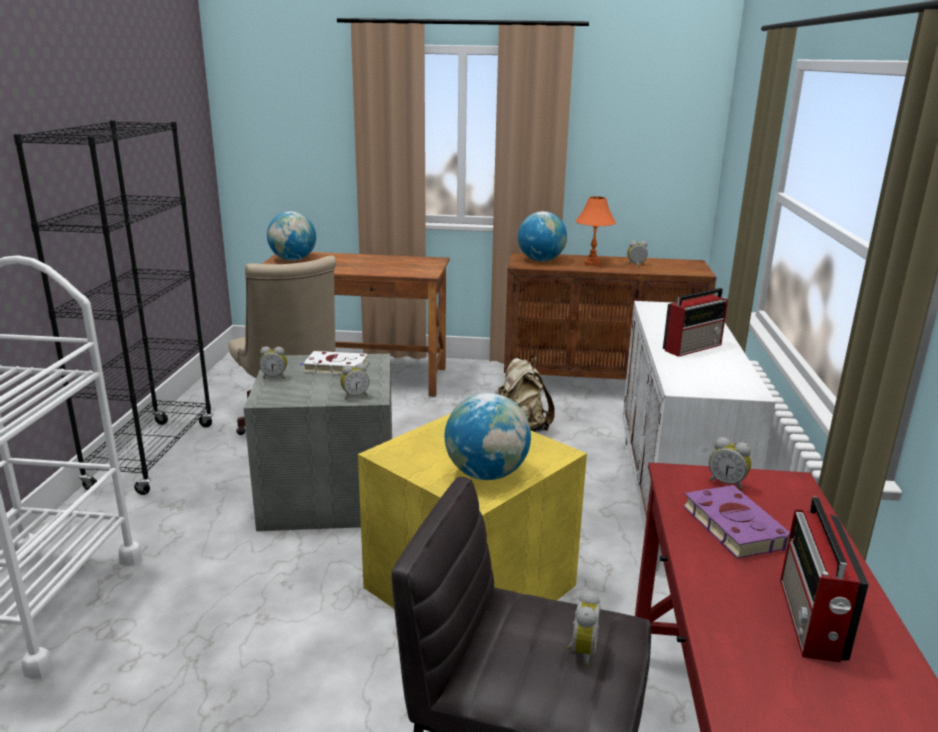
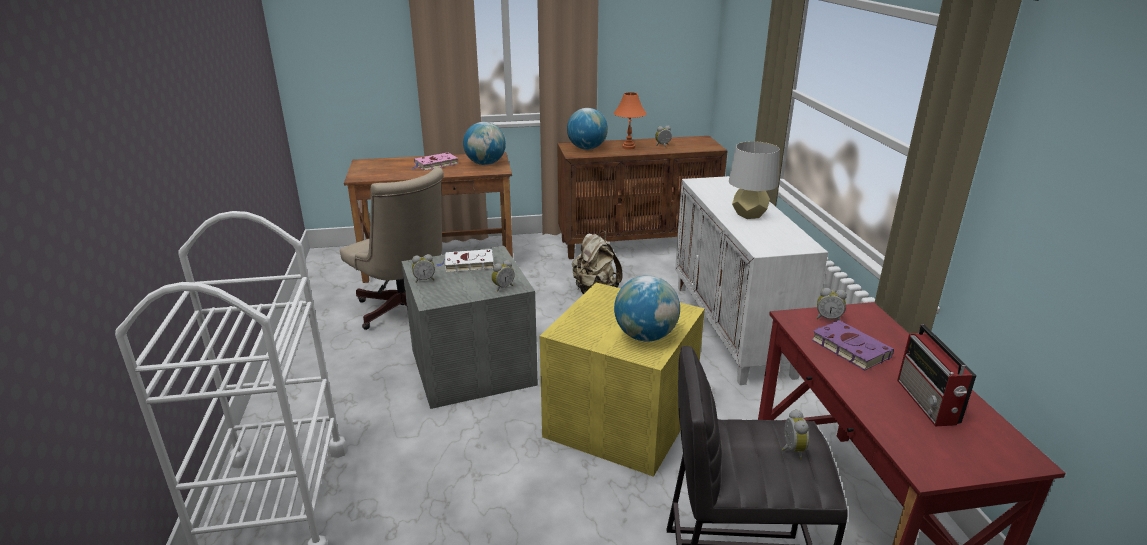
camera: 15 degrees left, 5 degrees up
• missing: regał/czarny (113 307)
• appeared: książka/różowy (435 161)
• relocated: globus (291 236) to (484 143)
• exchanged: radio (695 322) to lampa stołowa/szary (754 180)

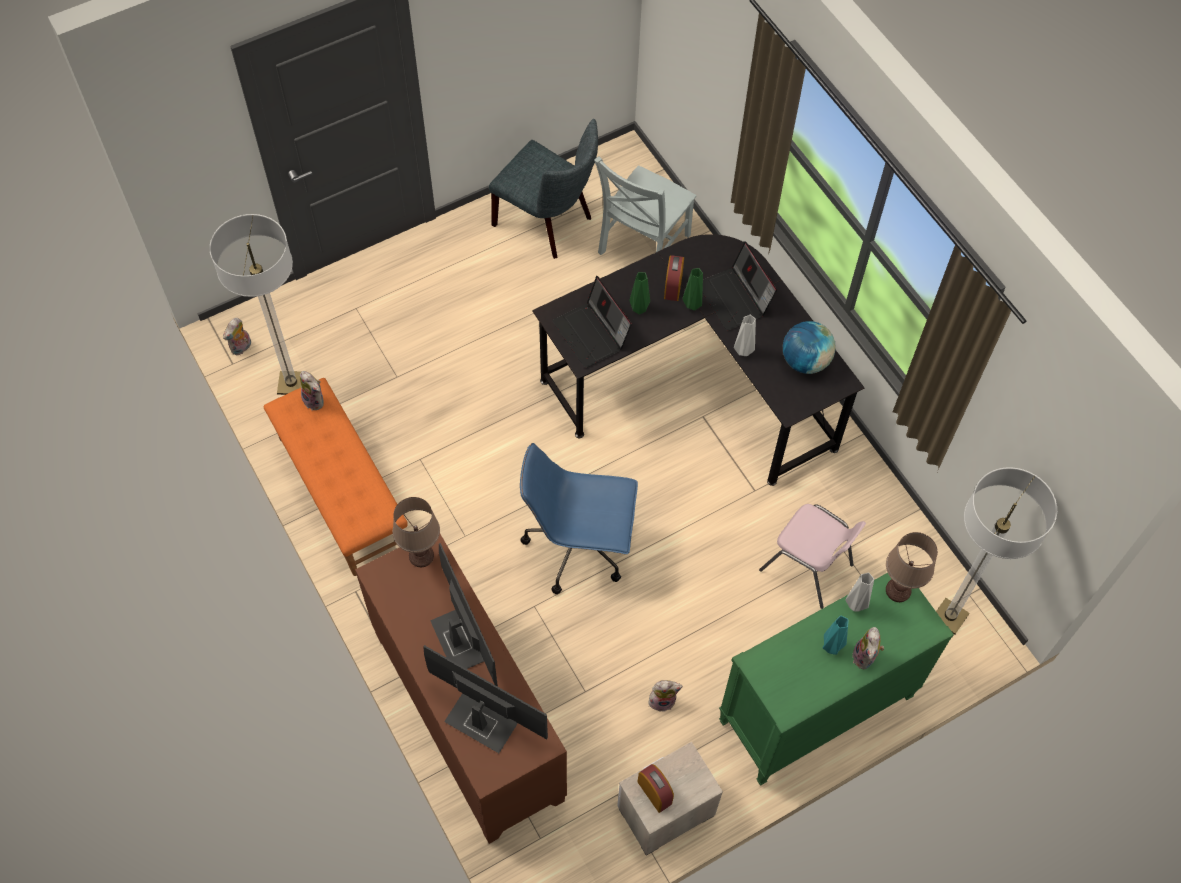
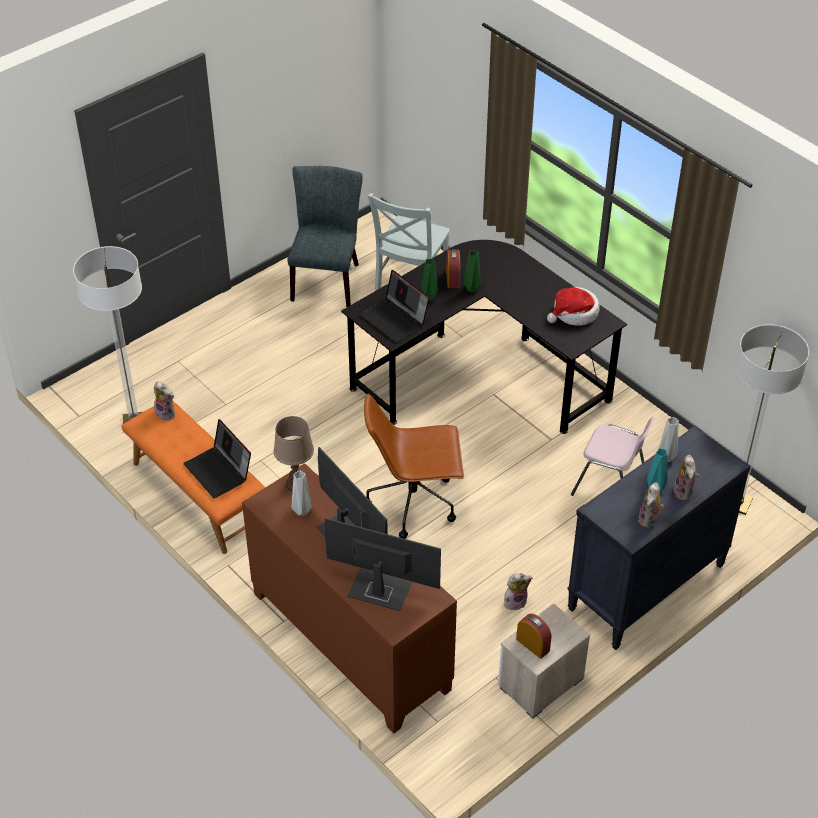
camera: 10 degrees left, 15 degrees down
• missing: lampa stołowa/brązowy (912 567)
• relocated: pluszak (237 336) to (651 505)
• relocated: laptop (740 286) to (217 458)
• relocated: wazon/szary (745 335) to (302 493)
• exchanged: globus (809 347) to kapelusz (573 306)
• colour: krzesło biurowe/niebieski (579 518) to krzesło biurowe/brązowy (414 466)
• colour: komoda/zielony (836 679) to komoda/czarny (659 537)
• spun: krzesło/szary (543 189) = (325 236) 105 degrees counterclockwise

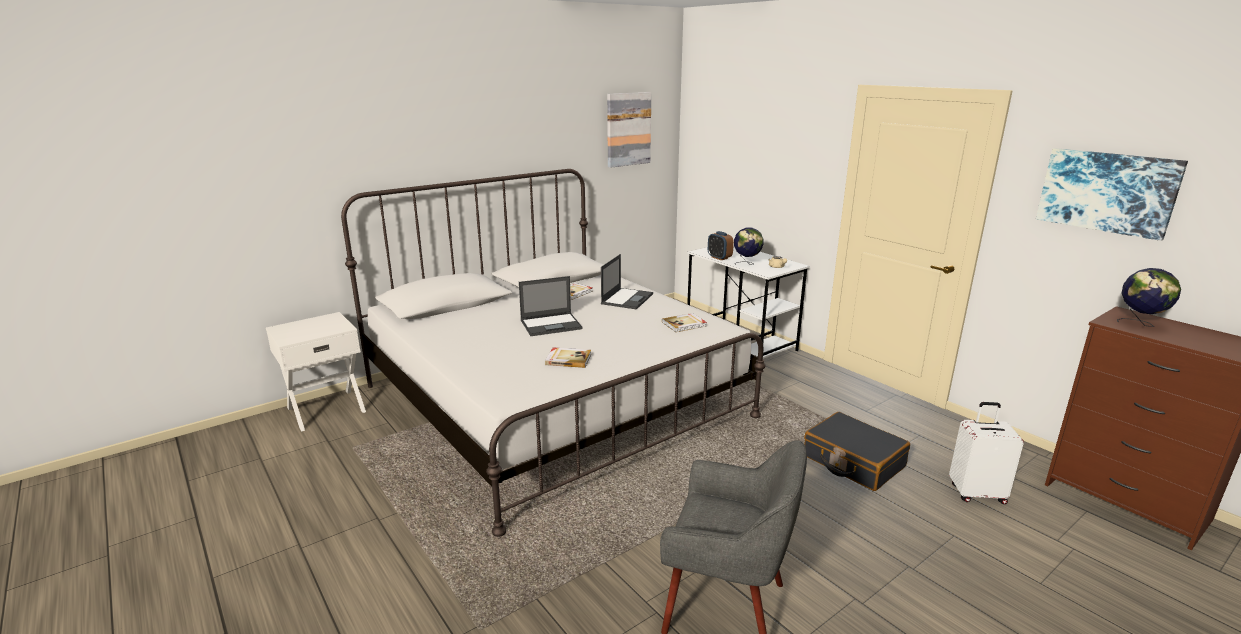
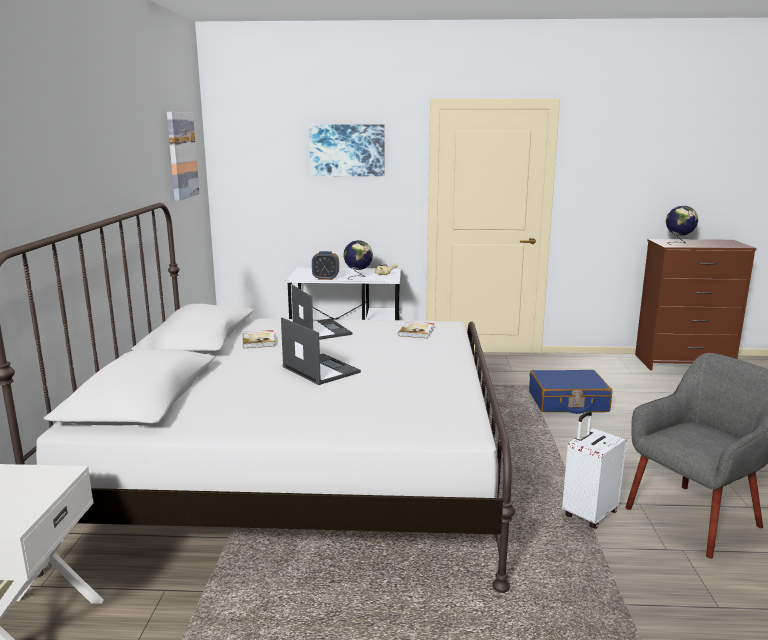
camera: 50 degrees left, 5 degrees down
• missing: książka (568 357)
• relocated: walizka/biały (986 453) to (594 470)
• relocated: obraz (1112 194) to (347 150)
• colour: walizka/czarny (857 451) to walizka/niebieski (570 392)
• spun: laptop (550 306) = (321 351) 60 degrees counterclockwise

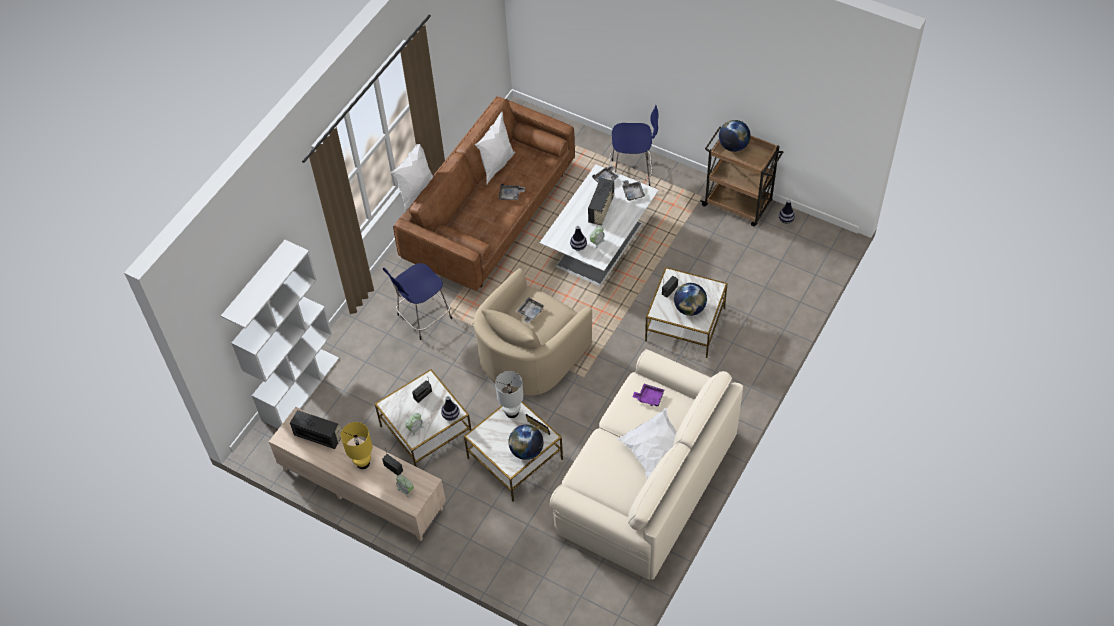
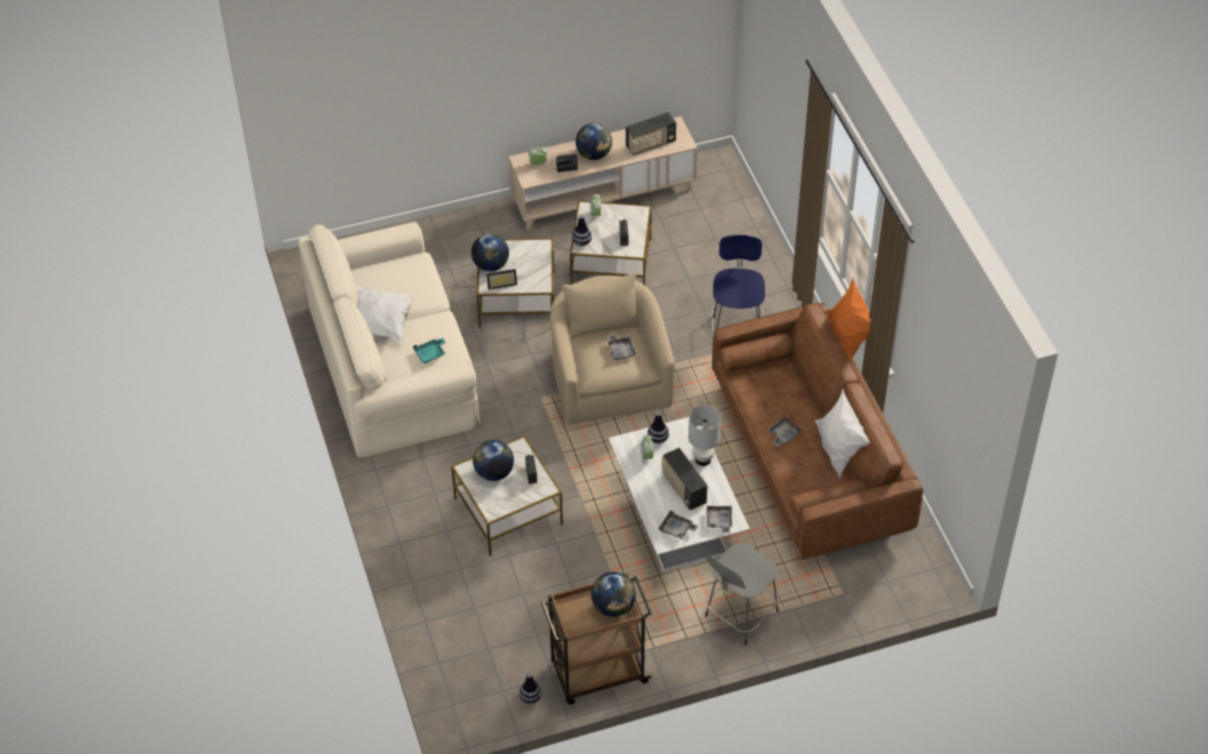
camera: 130 degrees right, 5 degrees down
• missing: regał/biały (280 334)
• relocated: lampa stołowa/biały (509 394) to (704 435)
• exchanged: lampa stołowa/żółty (356 445) to globus (594 141)
• colour: poduszka/biały (412 179) to poduszka/pomarańczowy (850 320)
• colour: stołek/niebieski (634 145) to stołek/szary (741 594)
• colour: taca/fioletowy (649 395) to taca/turkusowy (429 351)

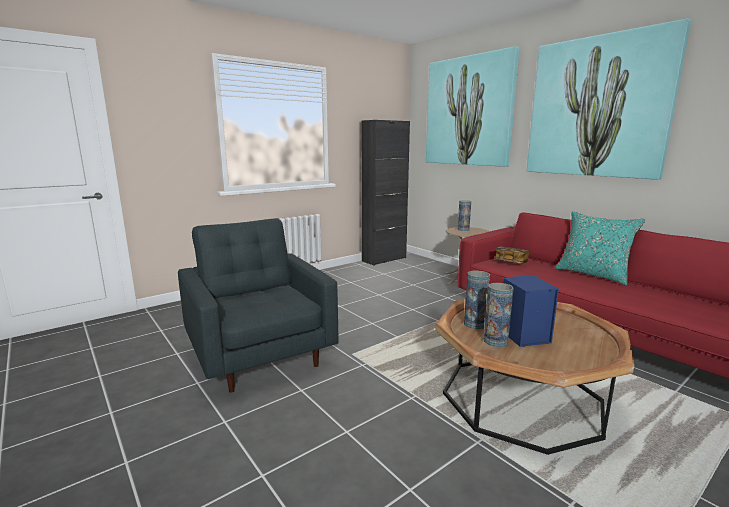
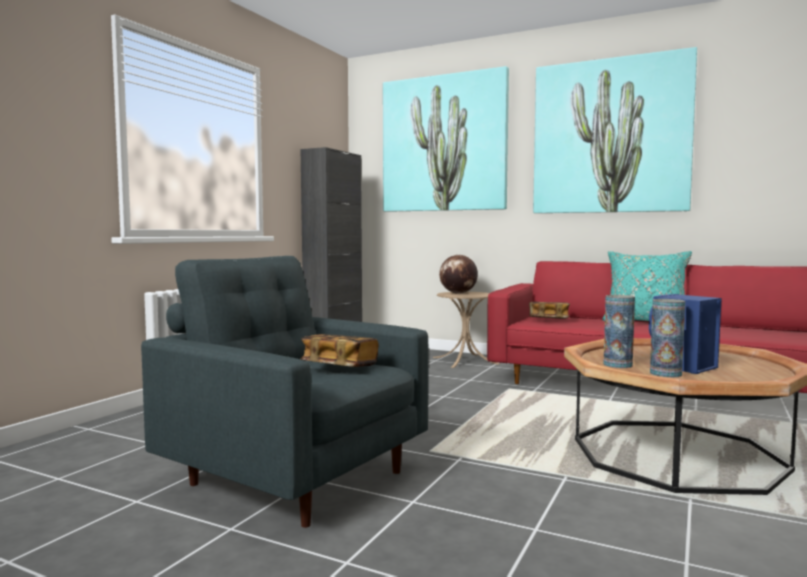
camera: 25 degrees left, 10 degrees down
• appeared: książka (339 350)
• exchanged: wazon (464 215) to globus (458 274)

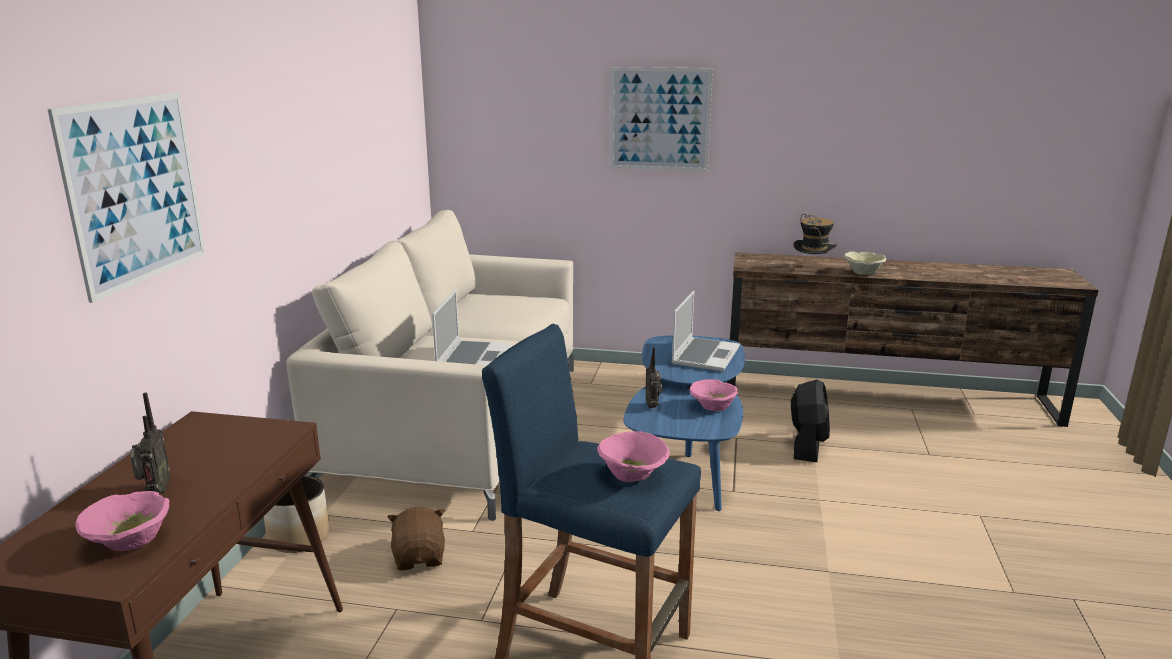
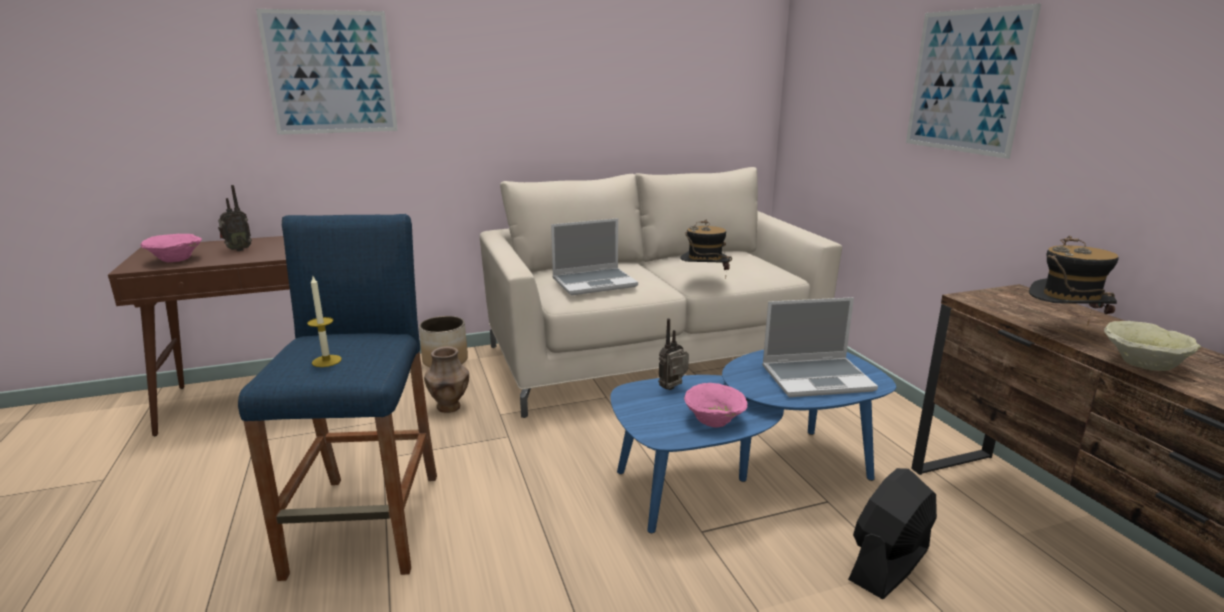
camera: 60 degrees right, 0 degrees up
• appeared: kapelusz (706 249)
• exchanged: pluszak/brązowy (416 538) to wazon/brązowy (446 379)
• exchanged: miska/różowy (633 456) to świeca (324 321)
• spun: wentylator/czarny (810 420) = (892 533) 150 degrees clockwise

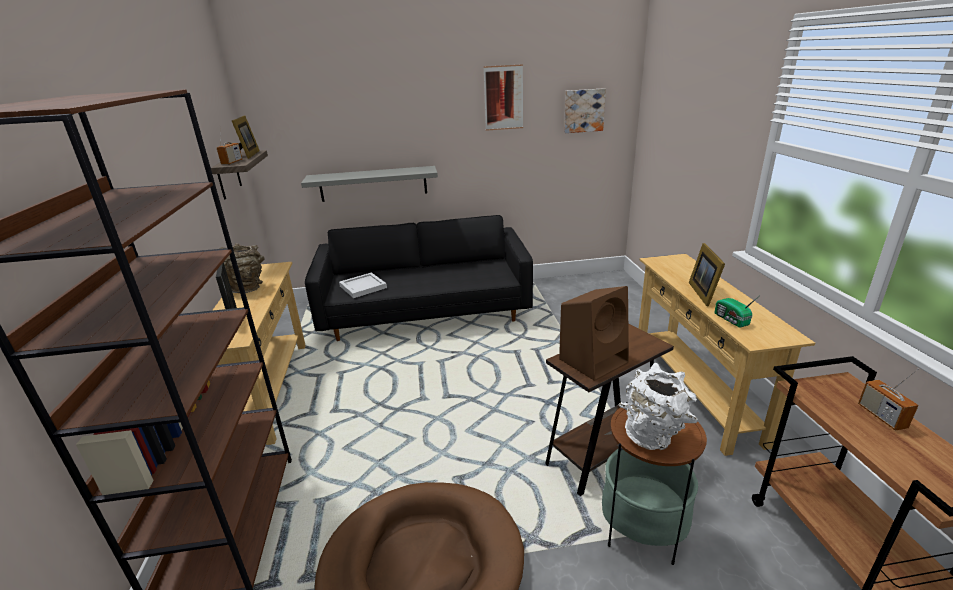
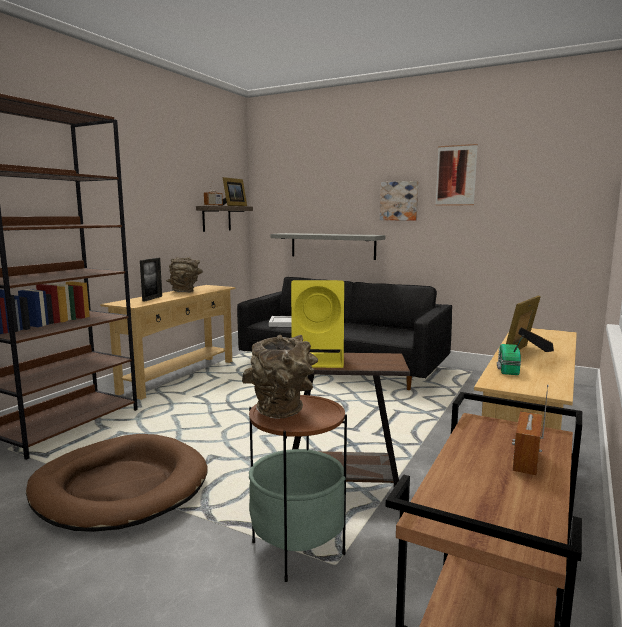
camera: 35 degrees right, 15 degrees down
• relocated: obraz (585 110) to (399 201)
• colour: głośnik/brązowy (594 333) to głośnik/żółty (317 324)
• colour: wazon/biały (658 406) to wazon/brązowy (280 377)

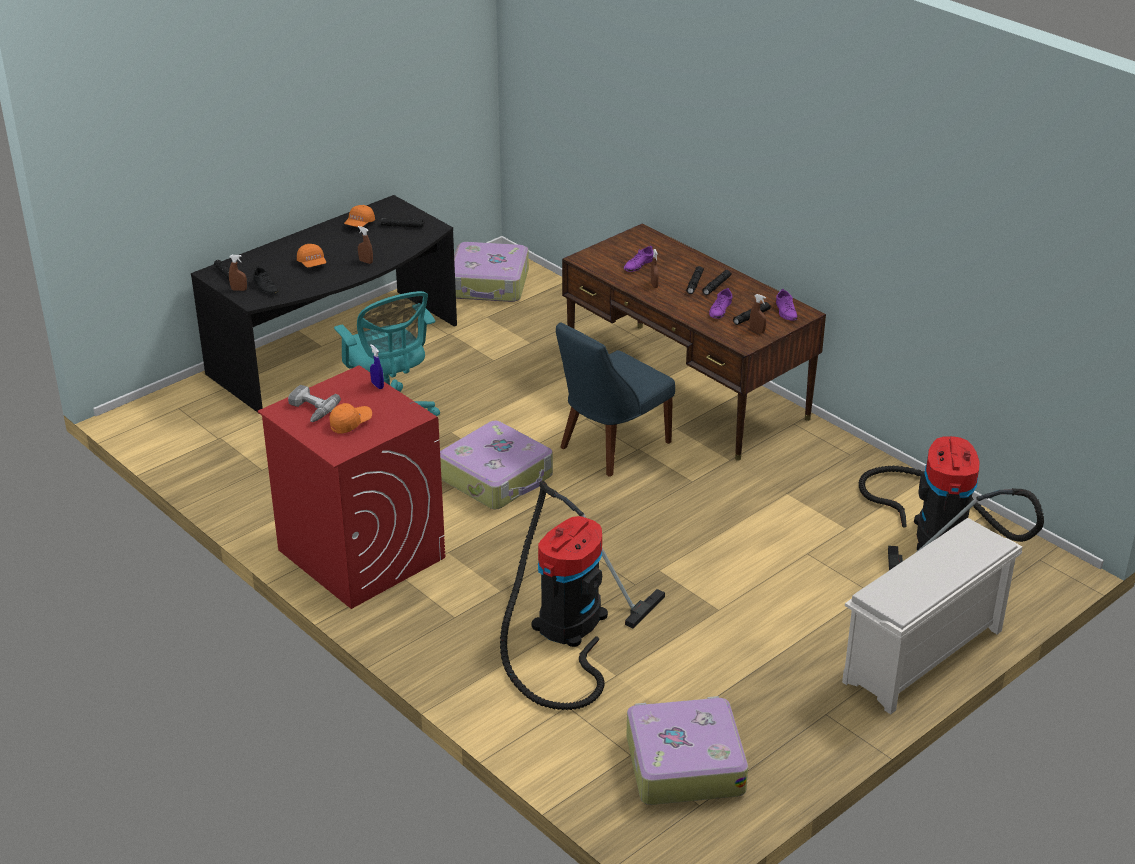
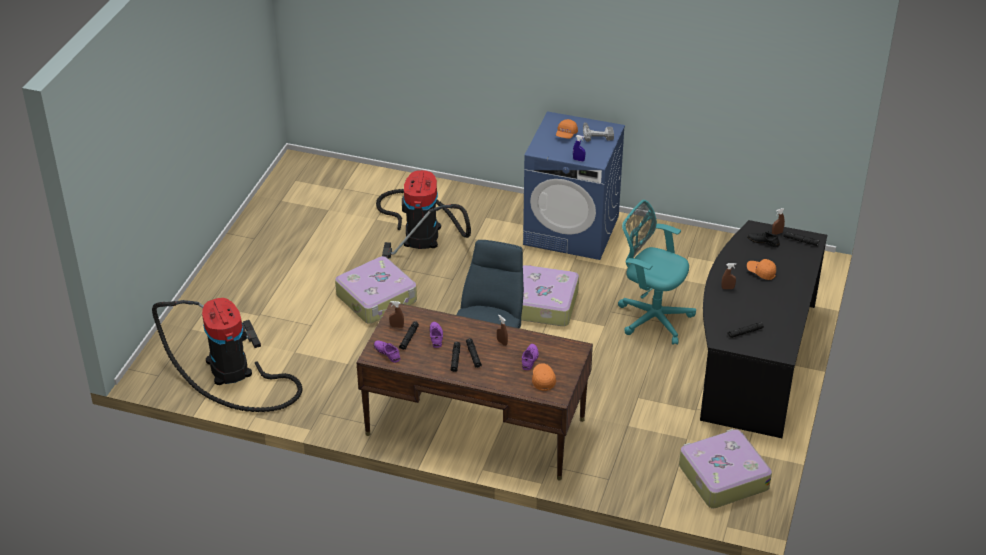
camera: 150 degrees right, 5 degrees up
• missing: regał na buty/biały (932 616)
• relocated: czapka z daszkiem/pomarańczowy (359 216) to (544 377)
• relocated: walizka (687 750) to (376 290)
• colour: pralka/czerwony (351 487) to pralka/niebieski (574 185)

